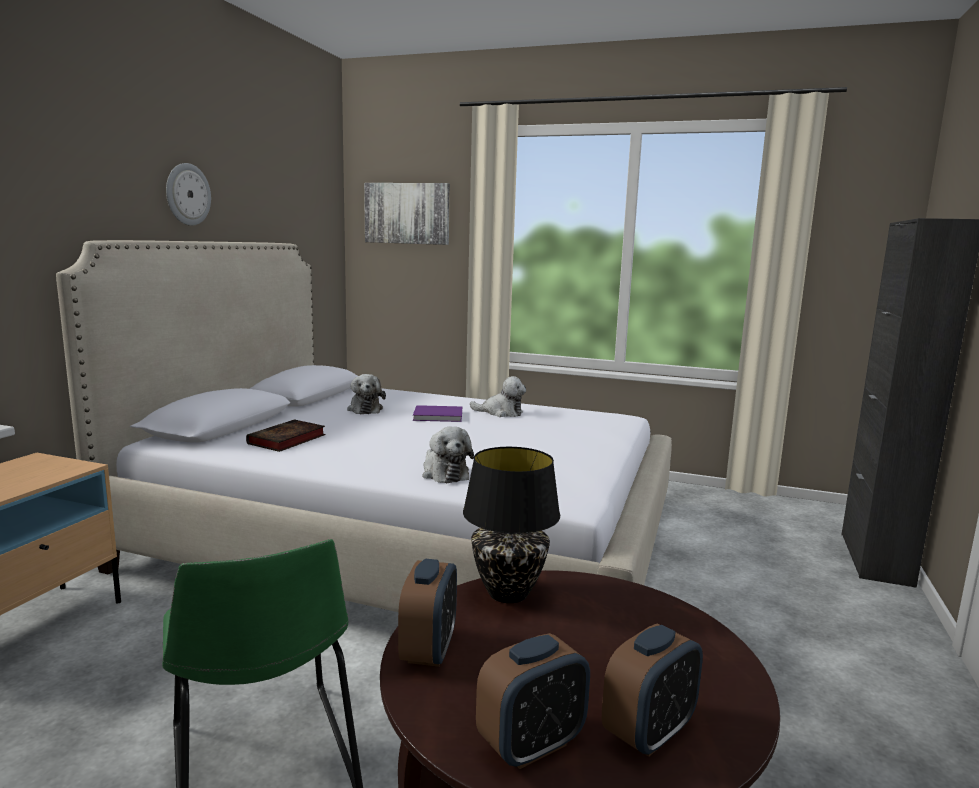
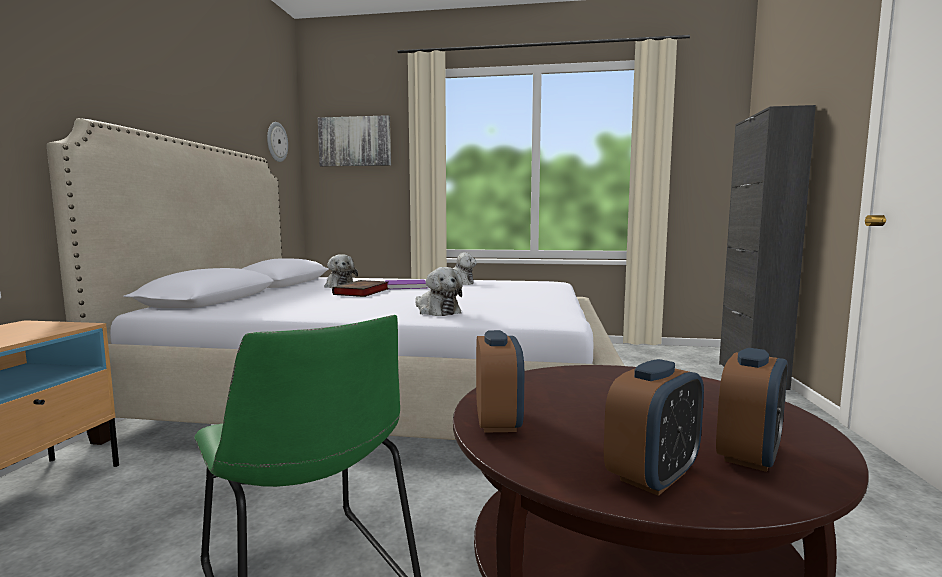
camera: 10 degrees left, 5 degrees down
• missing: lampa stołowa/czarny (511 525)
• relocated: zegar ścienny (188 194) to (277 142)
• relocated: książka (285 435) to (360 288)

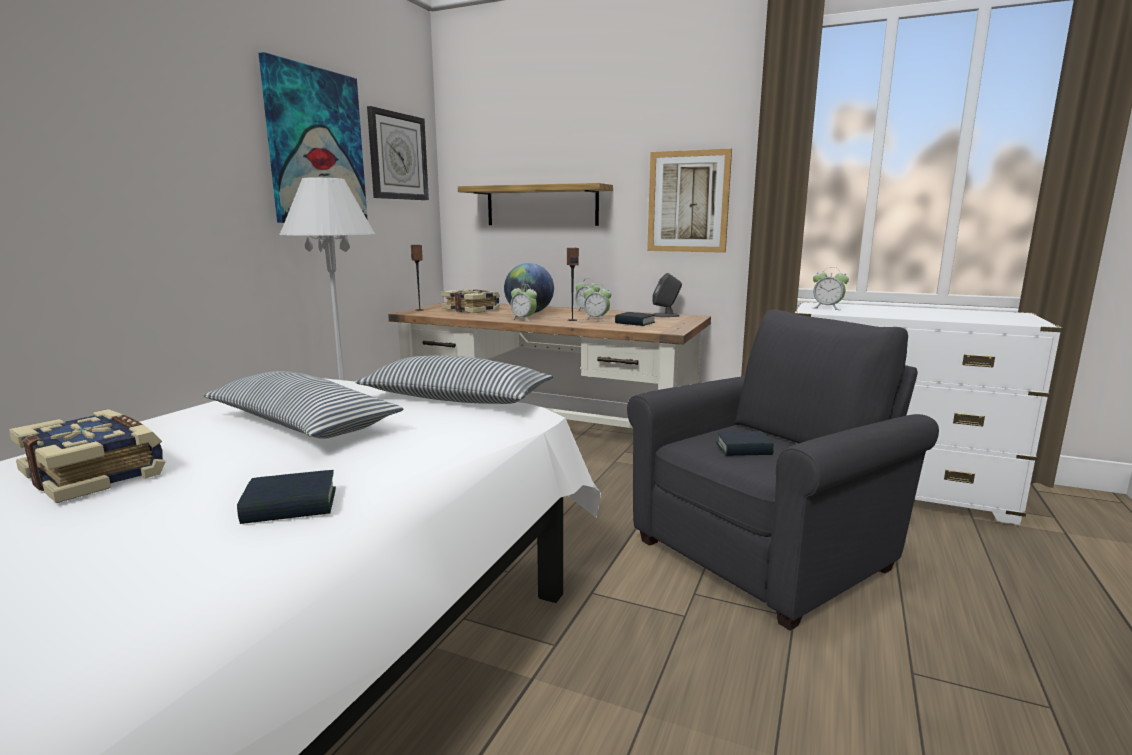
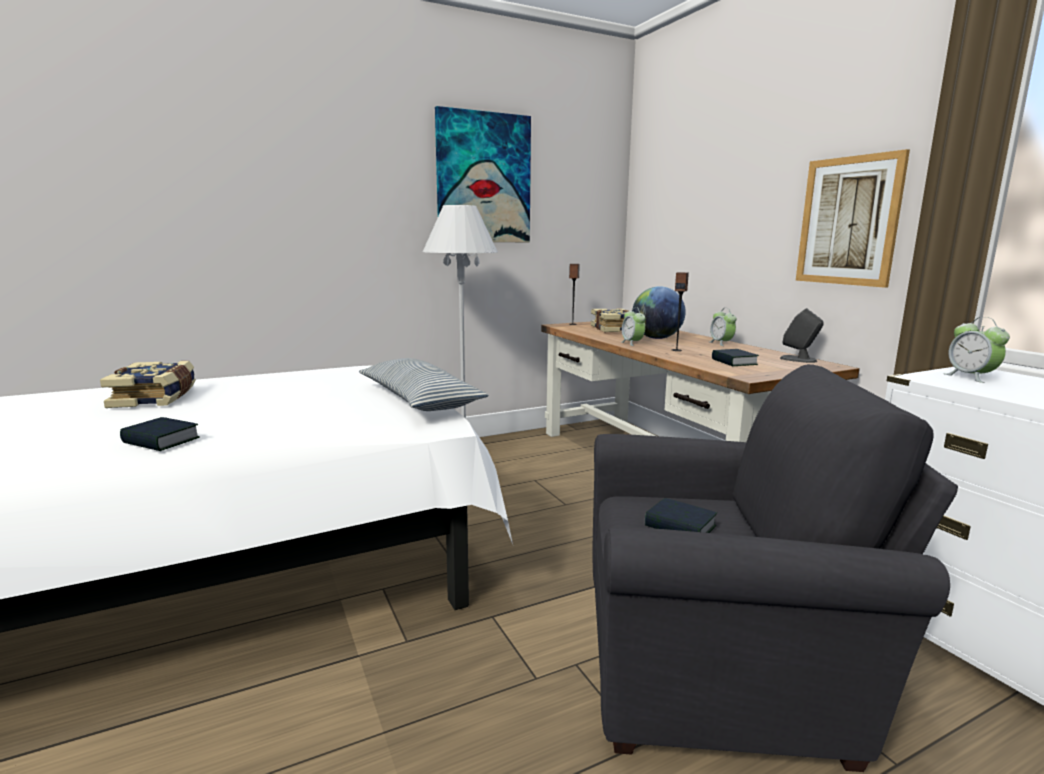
camera: 40 degrees right, 0 degrees up
• missing: poduszka (303 405)
• missing: zegar ścienny (398 153)
• missing: półka (535 204)
• missing: budzik (597 304)

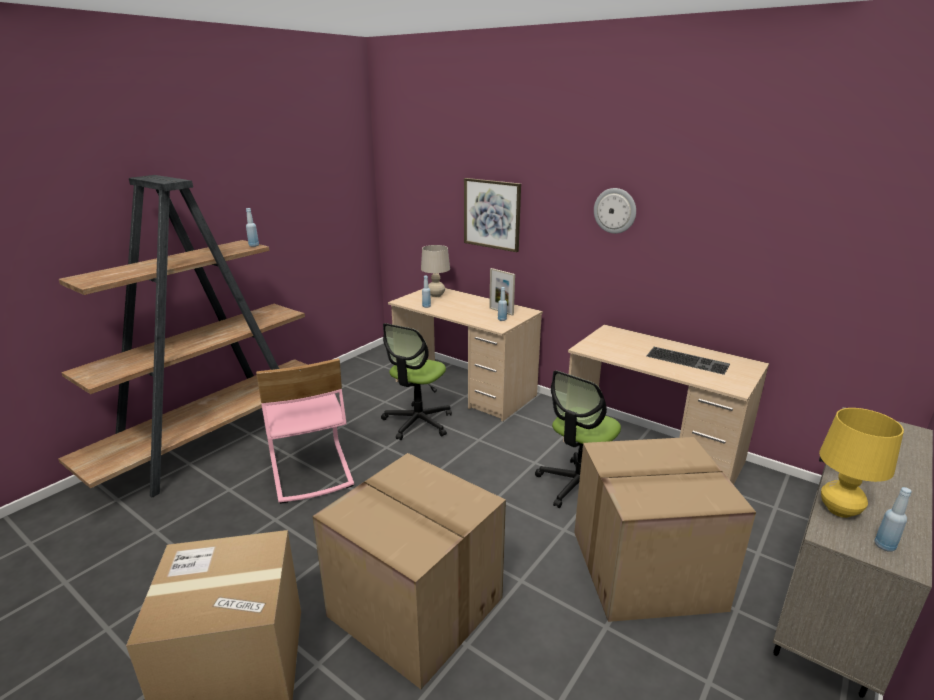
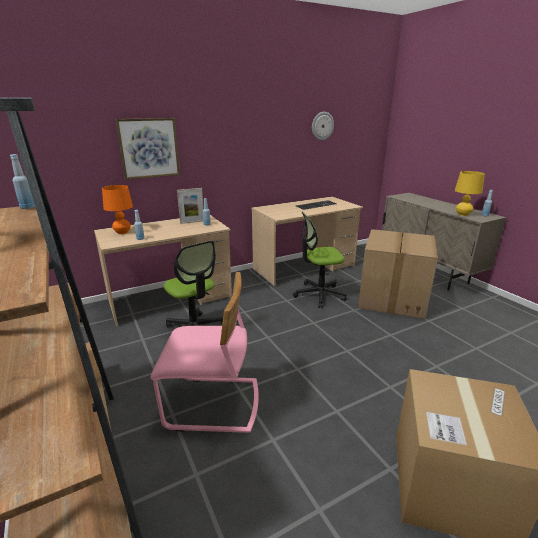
camera: 65 degrees left, 0 degrees up
• missing: karton (409 571)
• relocated: zegar ścienny (615 211) to (323 126)
• colour: lampa stołowa/beżowy (435 271) to lampa stołowa/pomarańczowy (117 209)
• spun: krzesło biurowe (578 439) = (320 260) 105 degrees clockwise

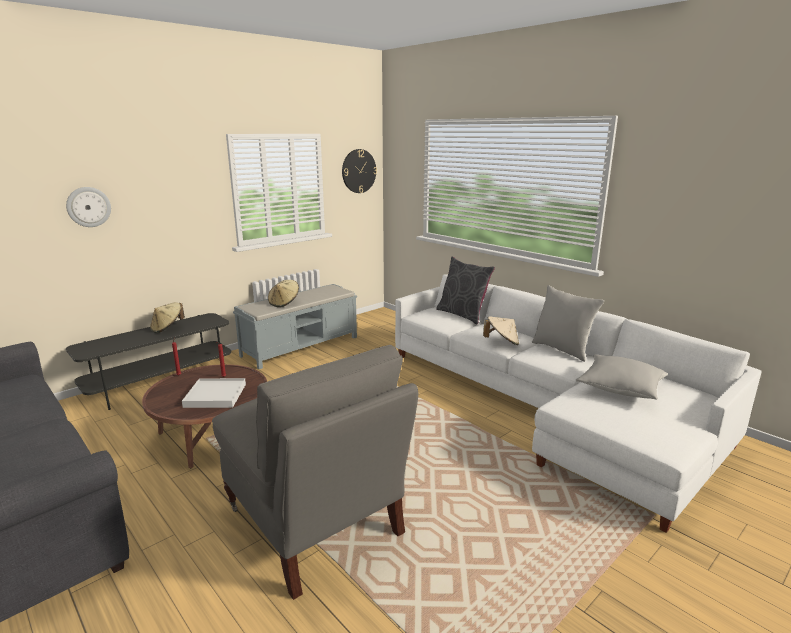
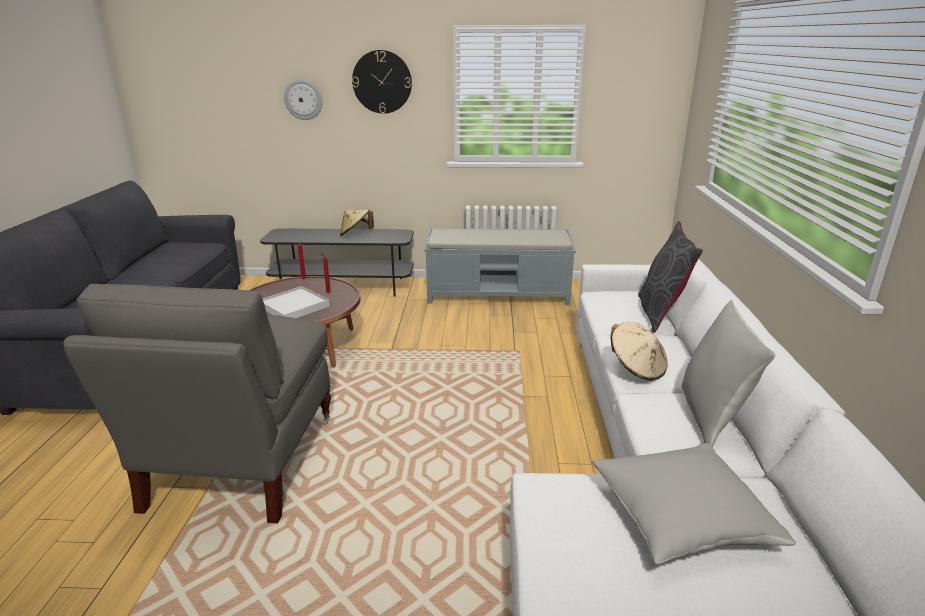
camera: 45 degrees right, 5 degrees up
• missing: kapelusz/beżowy (283 293)
• relocated: zegar ścienny (359 171) to (382 82)

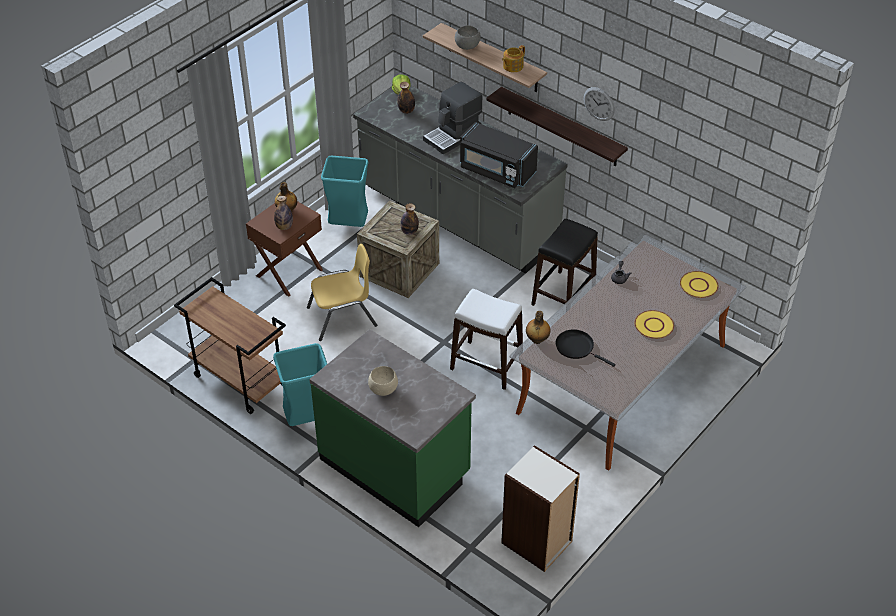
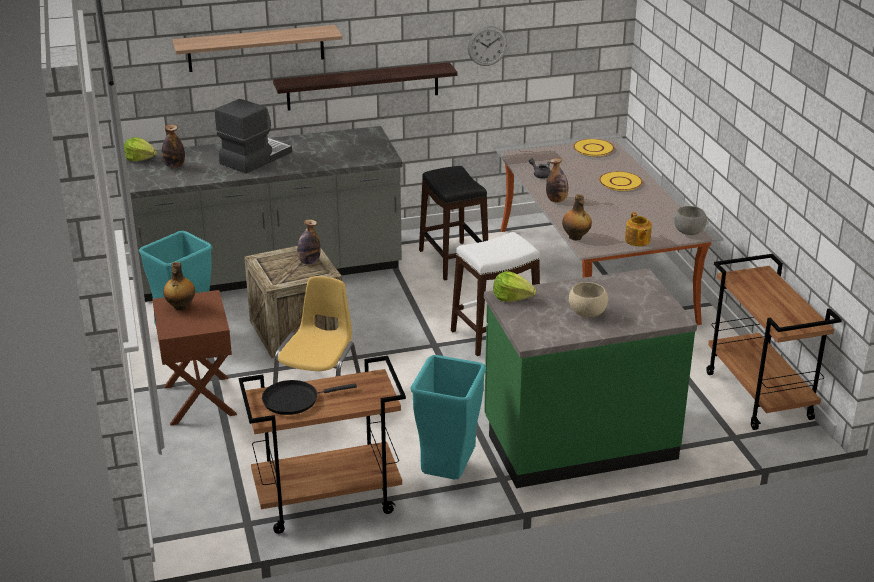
camera: 55 degrees left, 15 degrees down
• missing: mikrofalówka/czarny (499 155)
• appeared: sałata (514 286)
• relocated: butelka (283 213) to (557 180)
• relocated: miska/szary (468 37) to (690 220)
• relocated: imbryk (513 58) to (638 229)
• relocated: patelnia/czarny (585 348) to (309 397)
• relocated: zegar ścienny (599 104) to (487 46)
• exchanged: regał (540 508) to wózek/brązowy (774 342)
• spun: ekspres do kawy (452 117) = (253 136) 135 degrees counterclockwise

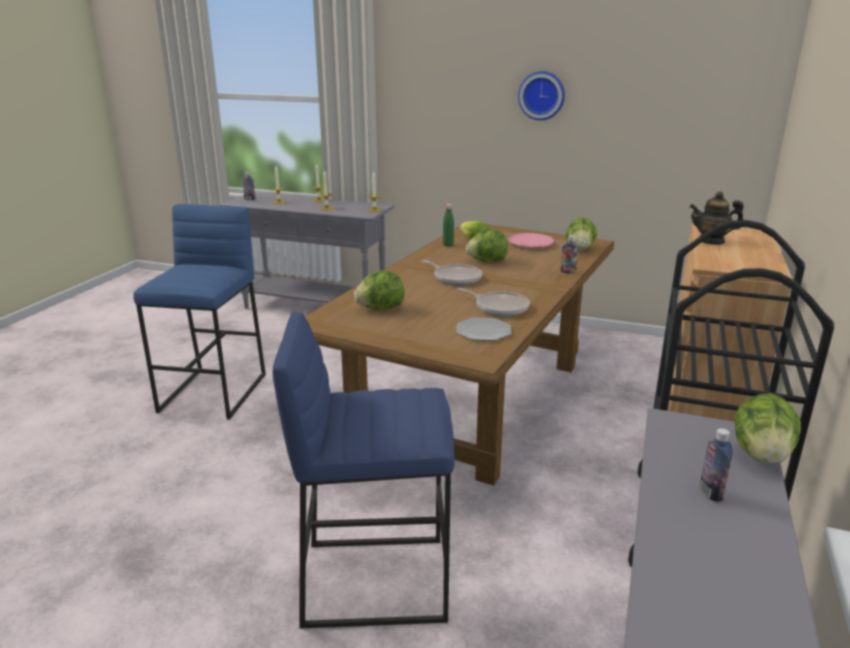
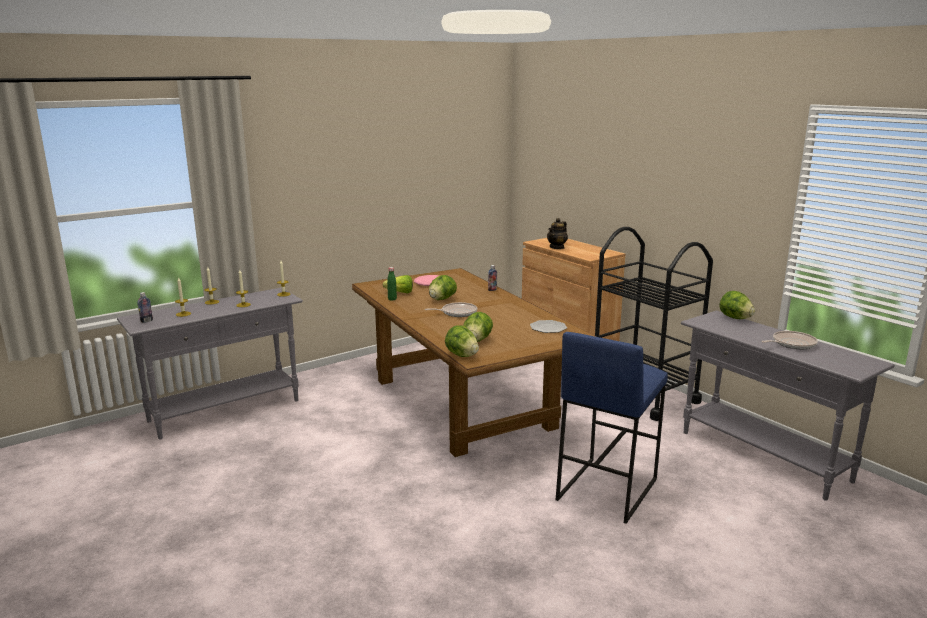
camera: 55 degrees left, 5 degrees down
• missing: stołek/niebieski (199 312)
• missing: zegar ścienny (541 95)
• missing: butelka (716 465)
• relocated: patelnia (493 302) to (789 340)
• relocated: sałata (581 234) to (462 341)

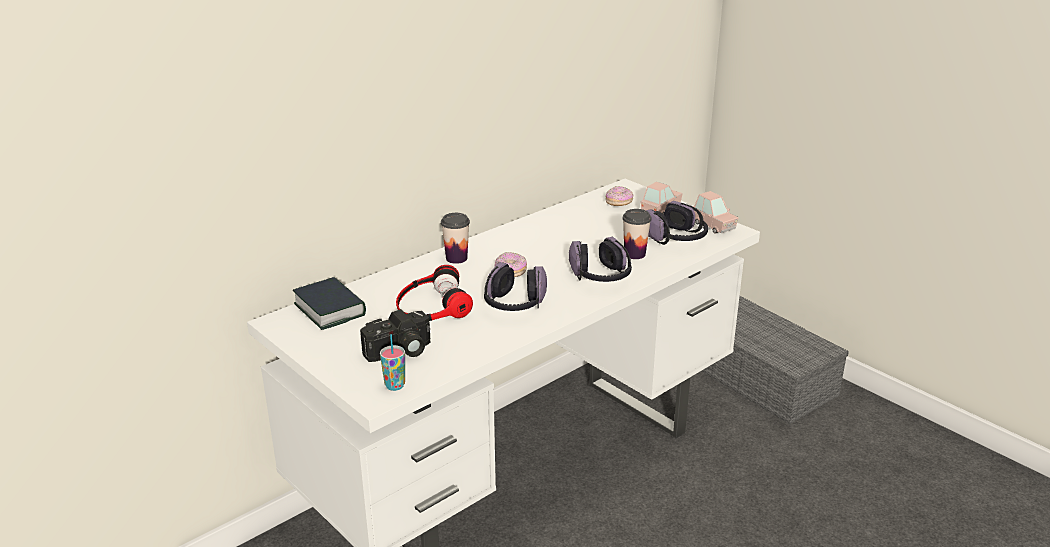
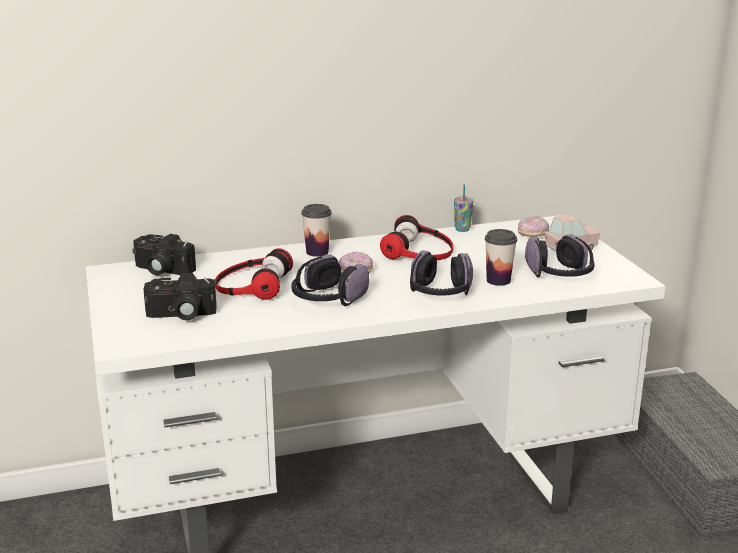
camera: 25 degrees right, 5 degrees down
• missing: samochodzik/różowy (715 212)
• appeared: słuchawki (417 237)
• relocated: filiżanka (392 362) to (463 208)
• exchanged: książka (329 303) to aparat fotograficzny (164 254)

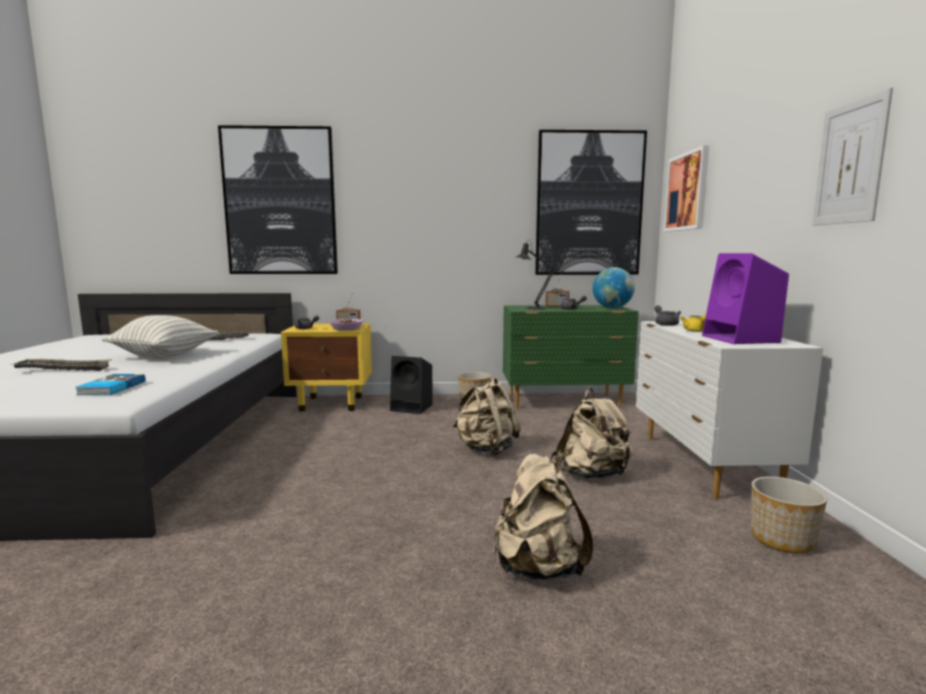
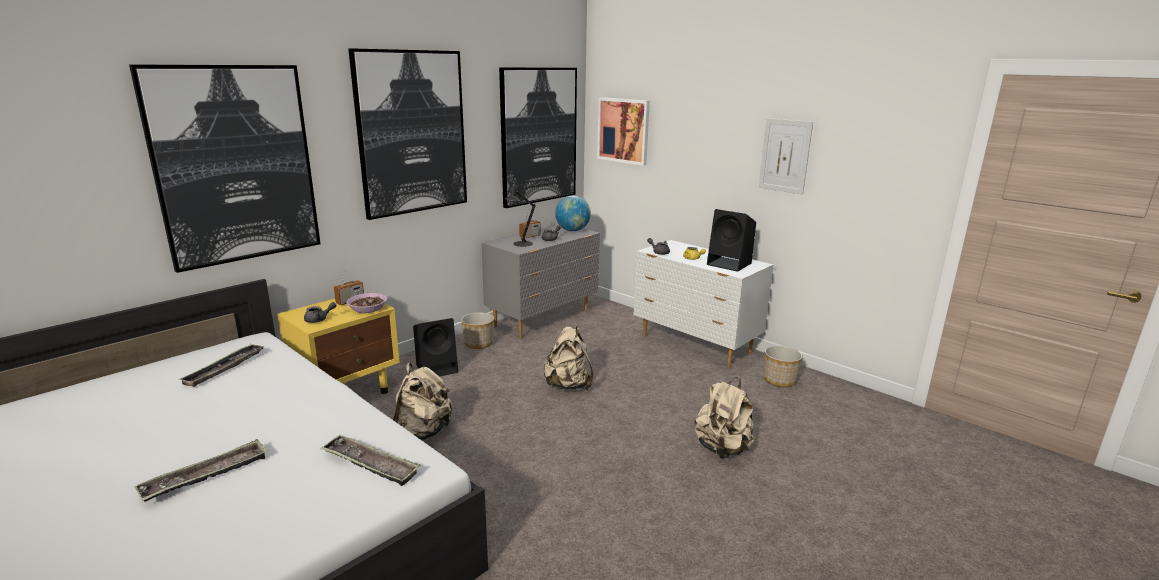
camera: 45 degrees left, 10 degrees up
• missing: poduszka (160 337)
• appeared: obraz (407 134)
• relocated: plecak/beżowy (594 433) to (423 401)
• exchanged: książka (110 384) to taca (370 460)
• colour: komoda/zielony (571 356) to komoda/szary (540 281)
• colour: głośnik/fioletowy (745 298) to głośnik/czarny (731 240)

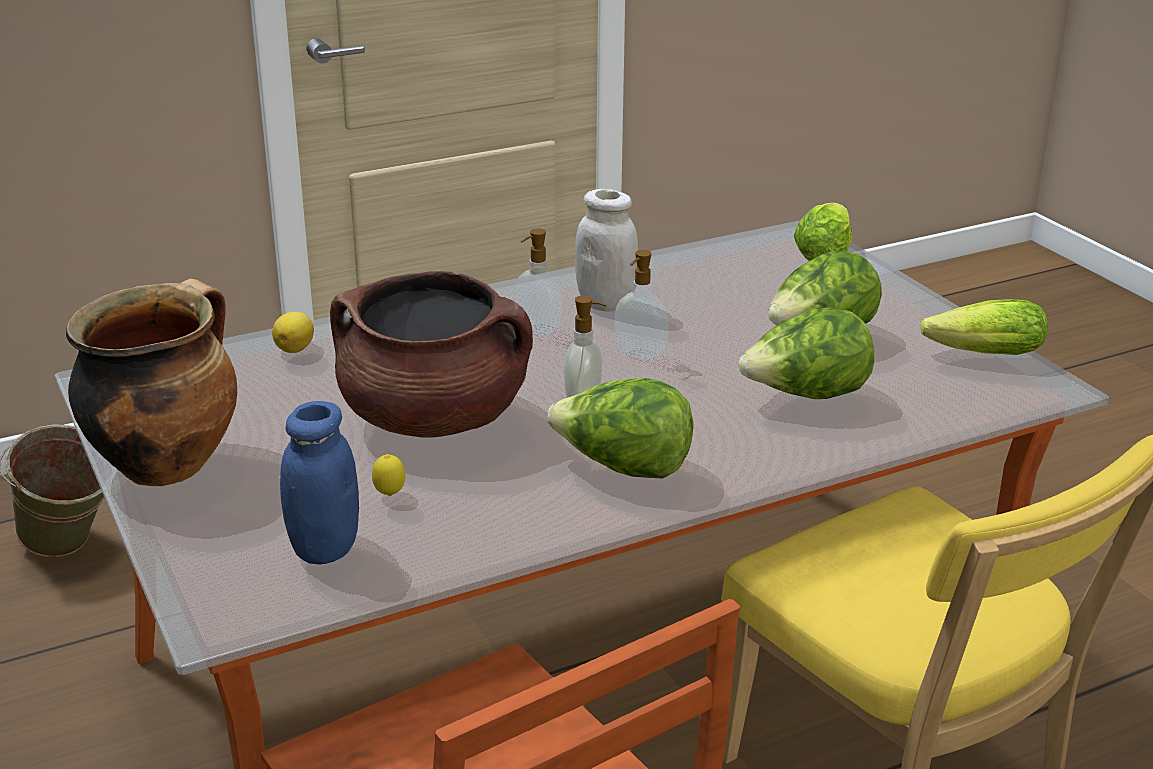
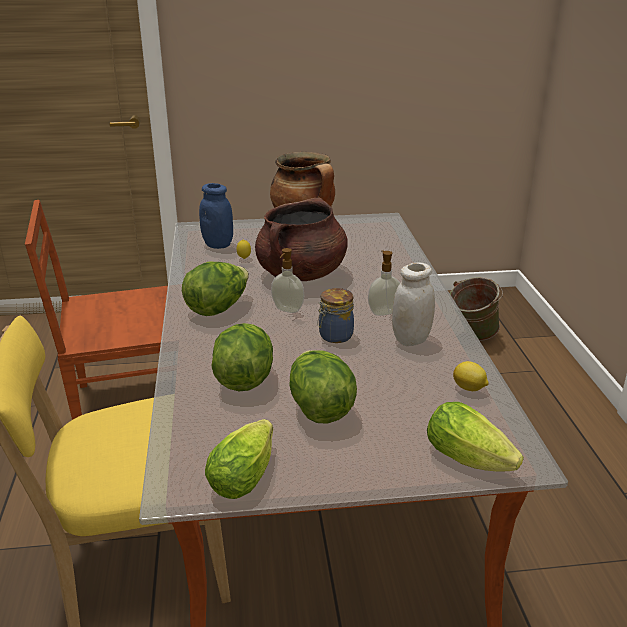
camera: 110 degrees right, 0 degrees up
• relocated: cytryna (293 332) to (471 376)
• exchanged: dozownik mydła (641 305) to słoik (335 315)

